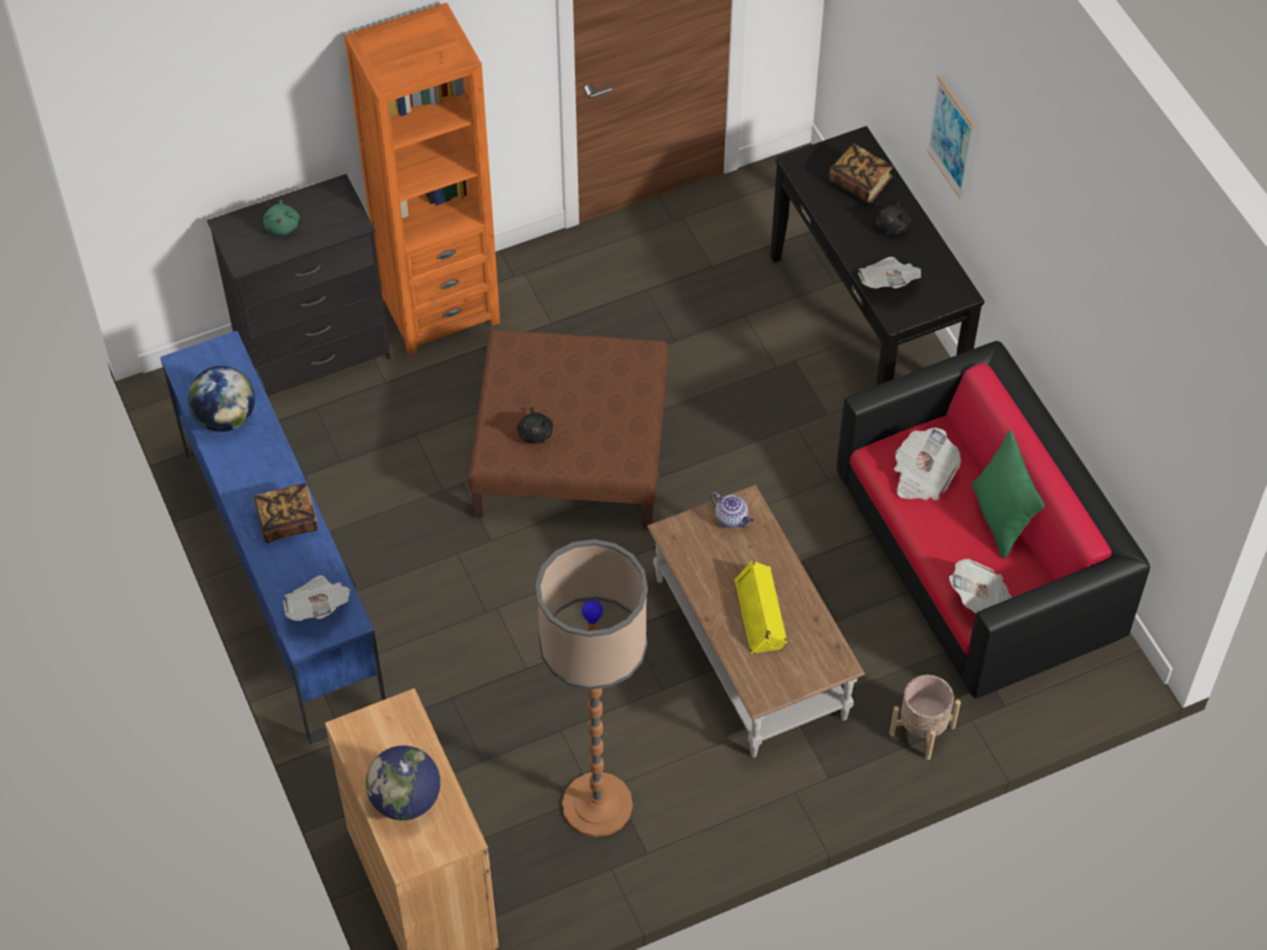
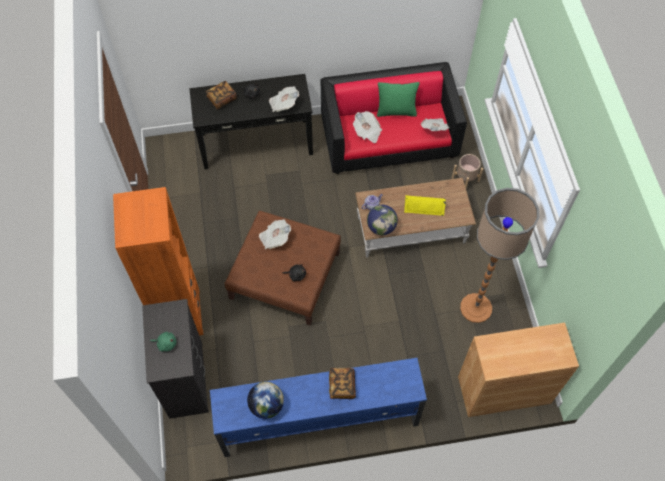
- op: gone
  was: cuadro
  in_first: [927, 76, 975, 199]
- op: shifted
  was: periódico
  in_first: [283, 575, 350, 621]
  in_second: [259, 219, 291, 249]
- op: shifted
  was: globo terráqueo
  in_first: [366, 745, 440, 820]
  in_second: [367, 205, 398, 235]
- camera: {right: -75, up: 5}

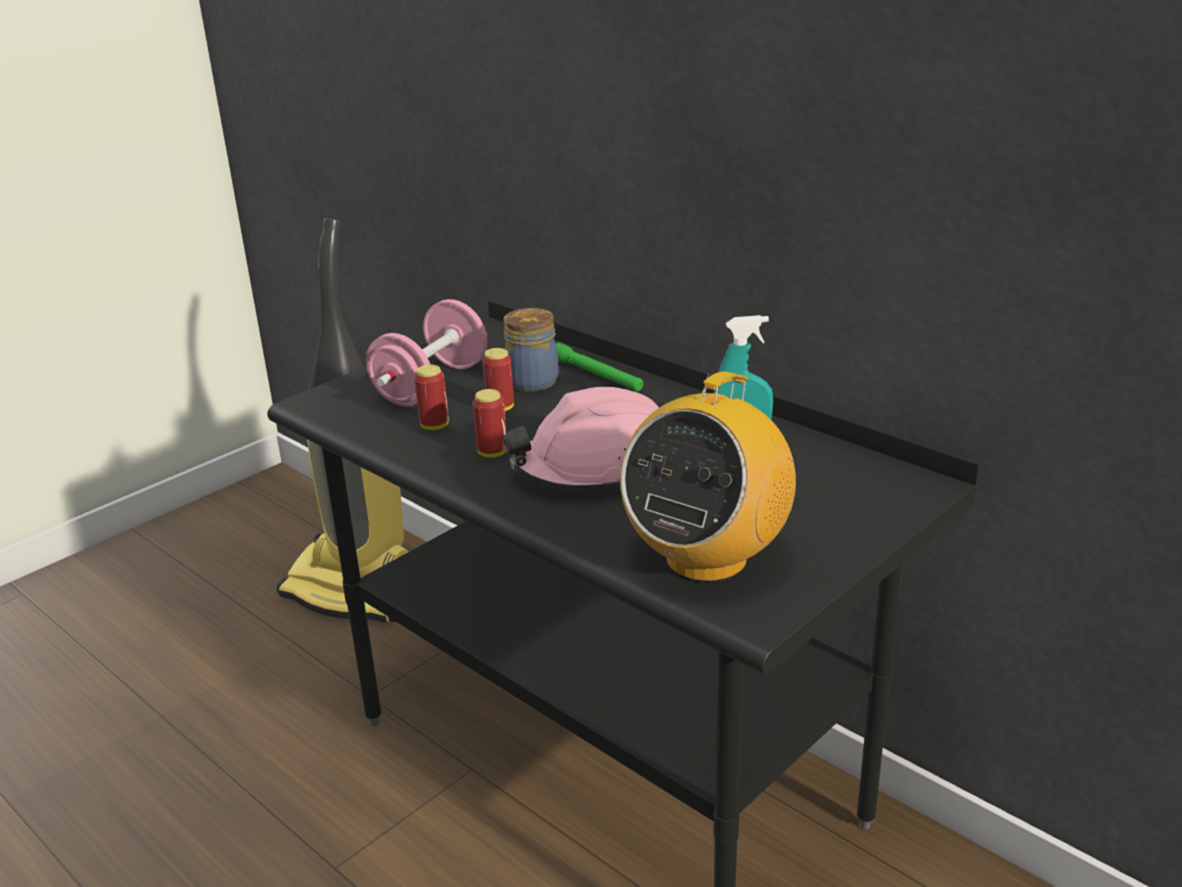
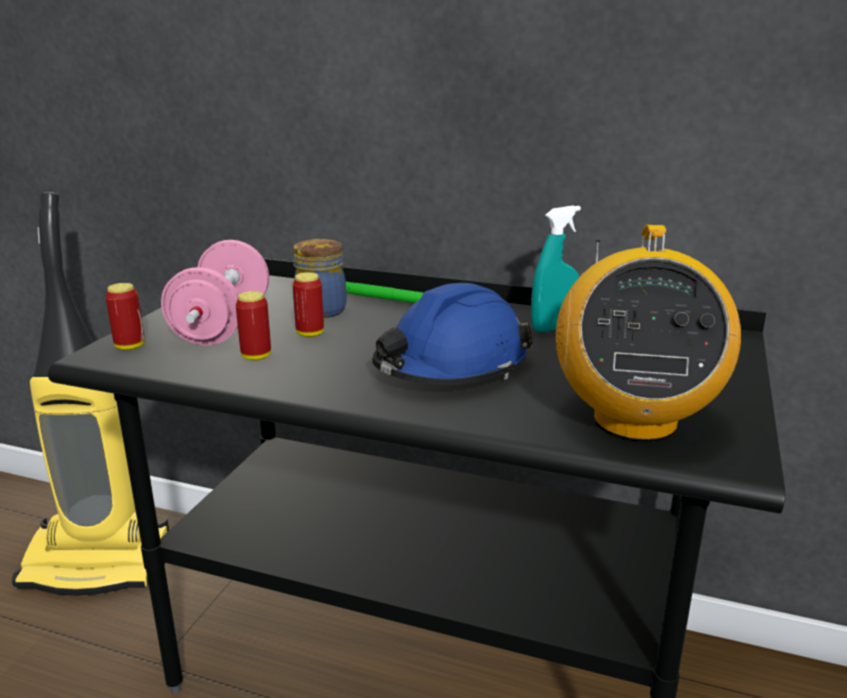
- op: shifted
  was: lata
  in_first: [473, 389, 507, 458]
  in_second: [105, 283, 145, 350]
- op: repainted
  was: casco/rosa
  now: casco/azul
  in_first: [503, 387, 660, 491]
  in_second: [372, 283, 533, 385]
- camera: {right: -25, up: -5}

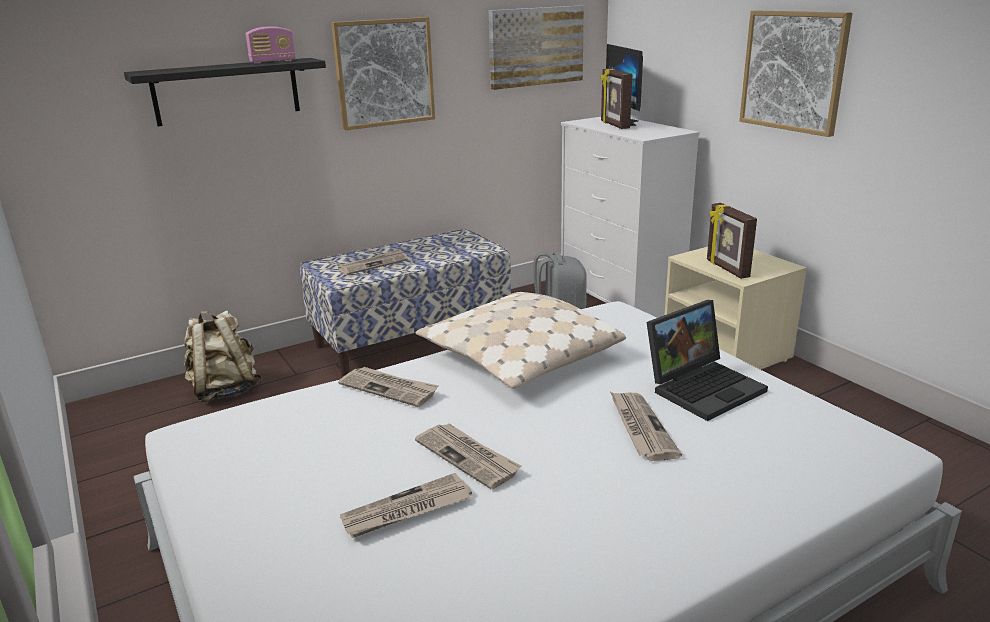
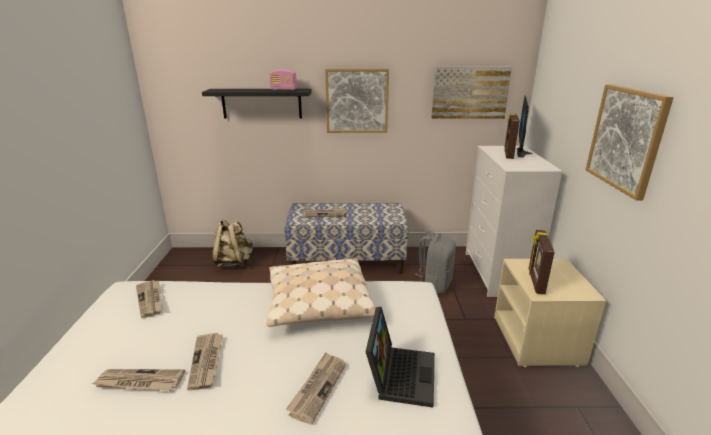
- op: shifted
  was: periódico
  in_first: [338, 367, 439, 407]
  in_second: [136, 280, 163, 318]
- op: rotated
  was: portátil
  in_first: [647, 300, 768, 421]
  in_second: [366, 307, 435, 407]
  clockwise: -75
- camera: {right: 30, up: 0}

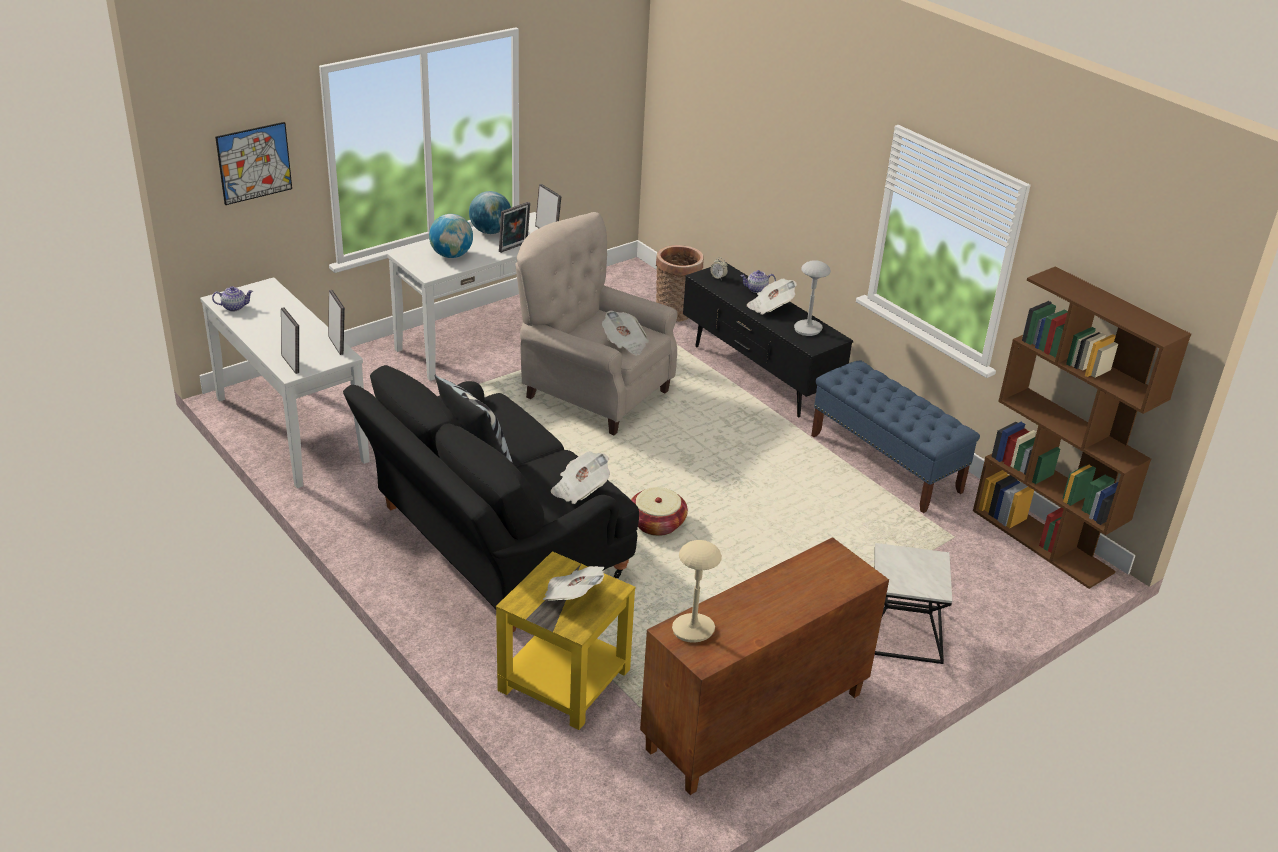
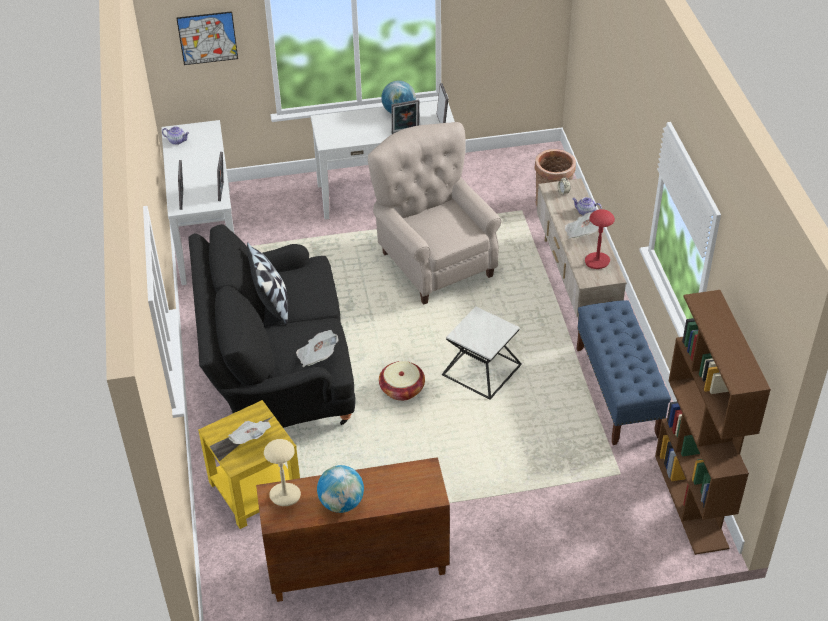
- op: gone
  was: periódico
  in_first: [602, 310, 649, 356]
- op: shifted
  was: globo terráqueo
  in_first: [429, 214, 473, 258]
  in_second: [317, 465, 364, 513]
- op: shifted
  was: mesa auxiliar
  in_first: [875, 543, 952, 664]
  in_second: [442, 307, 522, 400]
- op: repainted
  was: mueble de televisión/negro
  now: mueble de televisión/beis
  in_first: [683, 263, 853, 418]
  in_second: [537, 178, 627, 319]
- op: repainted
  was: lámpara de mesa/gris
  now: lámpara de mesa/rojo
  in_first: [794, 260, 831, 336]
  in_second: [585, 209, 615, 269]
- camera: {right: 30, up: 10}

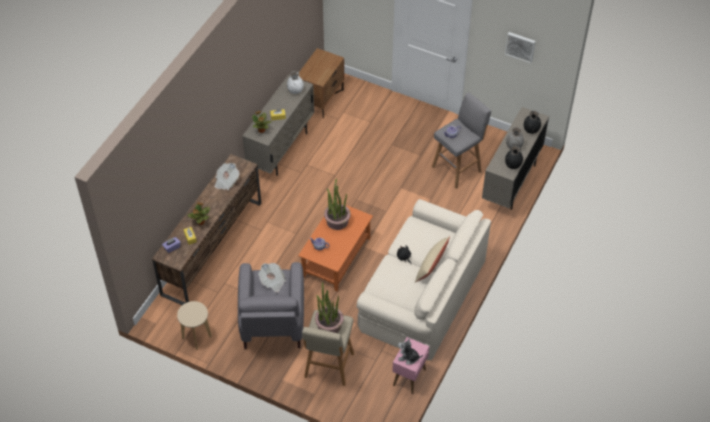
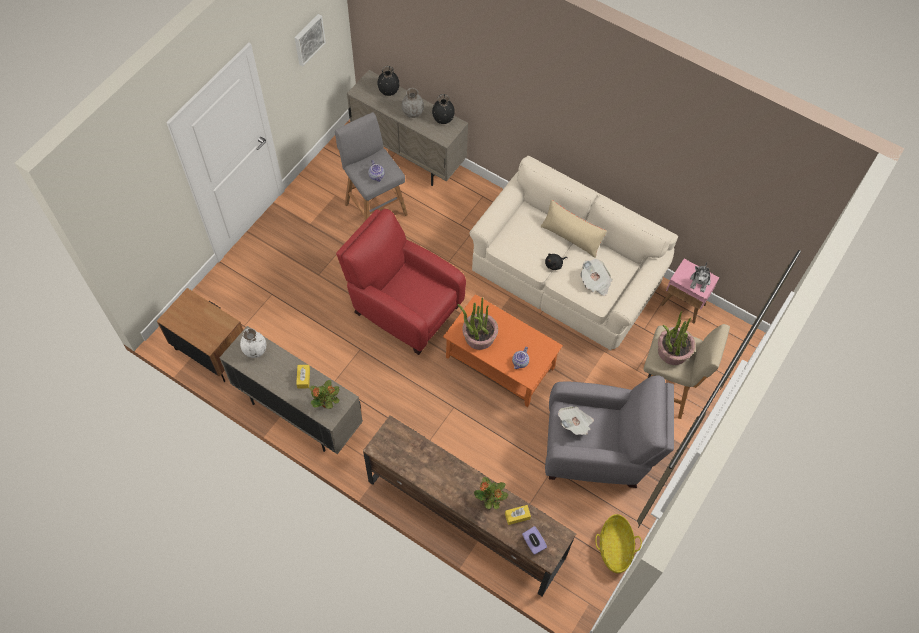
- op: new
  now: sillón/rojo
  in_second: [336, 209, 466, 355]
- op: shifted
  was: periódico
  in_first: [214, 163, 239, 190]
  in_second: [580, 259, 613, 296]
- op: swapped
  was: taburete/beis
  now: cesta
  in_first: [177, 301, 212, 350]
  in_second: [595, 514, 642, 573]
- camera: {right: -85, up: 10}

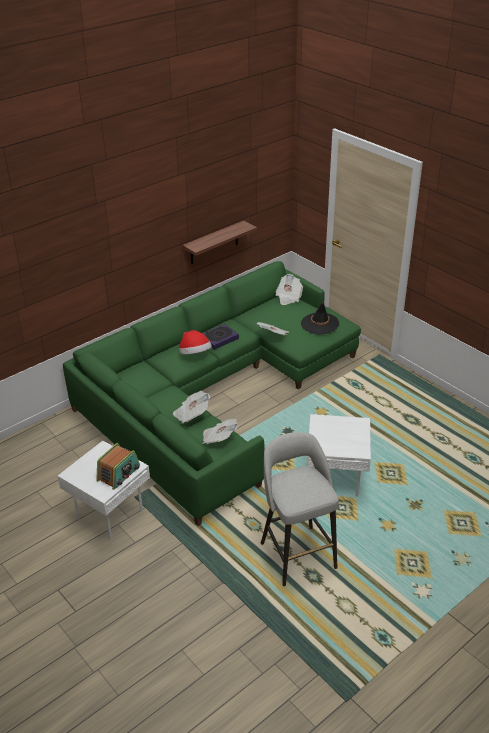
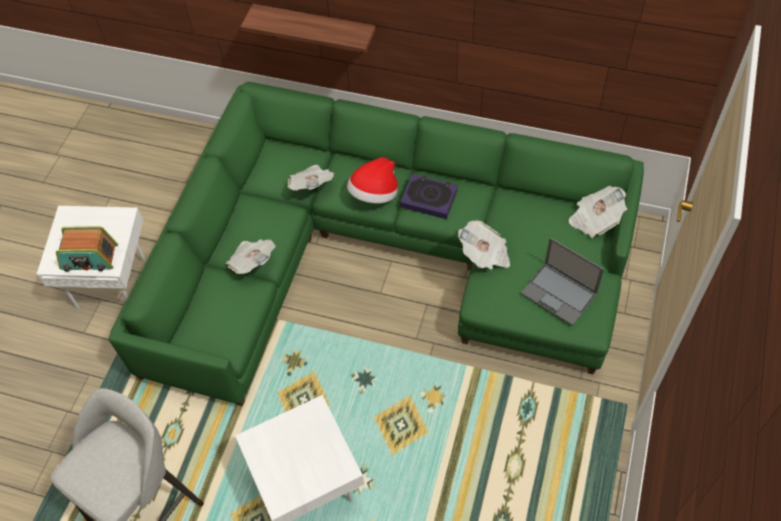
- op: shifted
  was: estante
  in_first: [183, 221, 257, 264]
  in_second: [241, 4, 376, 53]
- op: shifted
  was: periódico
  in_first: [203, 419, 238, 444]
  in_second: [287, 165, 335, 190]
- op: swapped
  was: sombrero/negro
  now: portátil
  in_first: [301, 303, 339, 334]
  in_second: [521, 237, 604, 326]
- camera: {right: 60, up: 20}

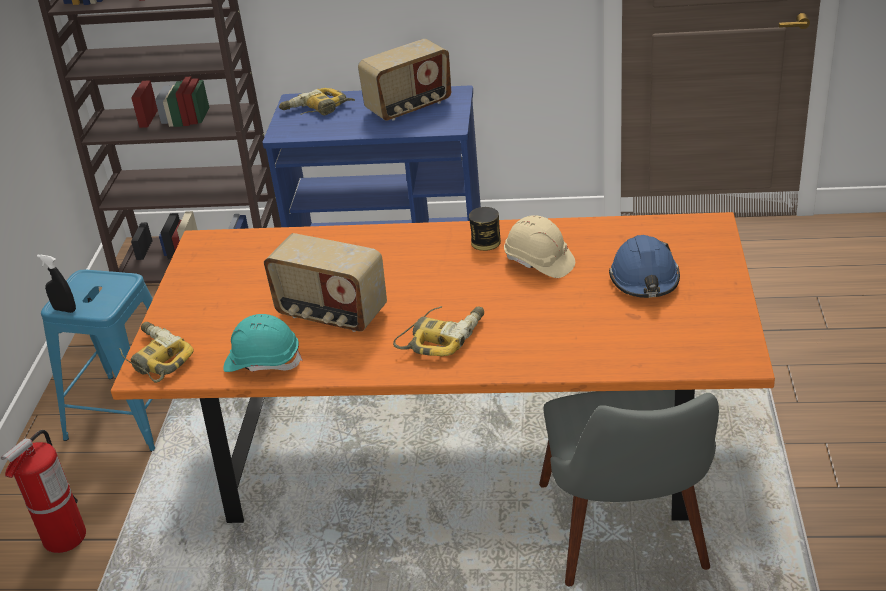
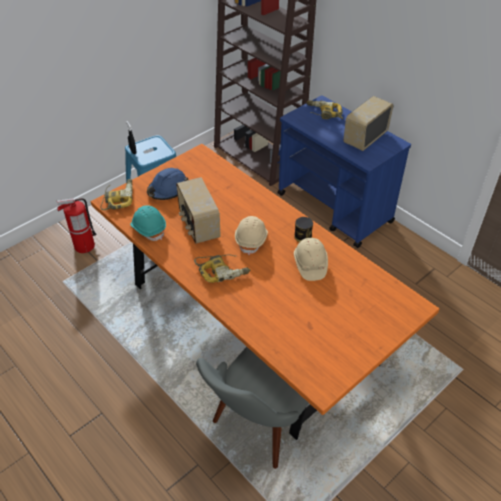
- op: new
  now: casco/beis
  in_second: [235, 216, 268, 255]
- op: shifted
  was: casco/azul
  in_first: [609, 235, 680, 298]
  in_second: [147, 168, 188, 200]
- op: rotated
  was: radio
  in_first: [358, 39, 451, 121]
  in_second: [343, 96, 394, 151]
  clockwise: 120
- camera: {right: 40, up: 10}

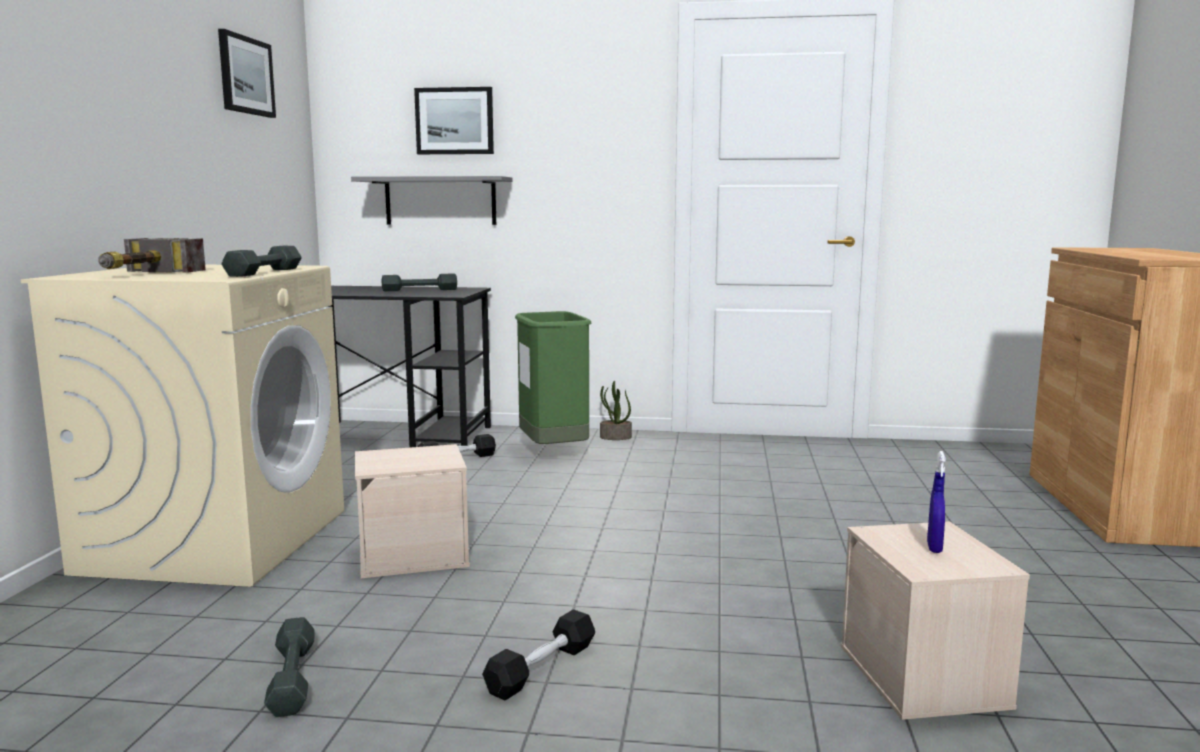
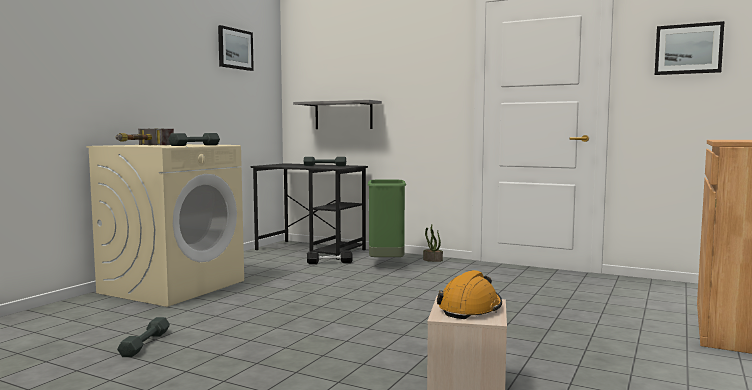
- op: gone
  was: caja de almacenaje/beis
  in_first: [355, 444, 470, 578]
- op: gone
  was: mancuerna/negro
  in_first: [482, 610, 595, 701]
- op: shifted
  was: cuadro
  in_first: [414, 87, 494, 154]
  in_second: [655, 21, 724, 75]
- op: swapped
  was: pulverizador/azul
  now: casco/naranja
  in_first: [927, 451, 946, 553]
  in_second: [437, 270, 502, 319]
- camera: {right: 20, up: -5}

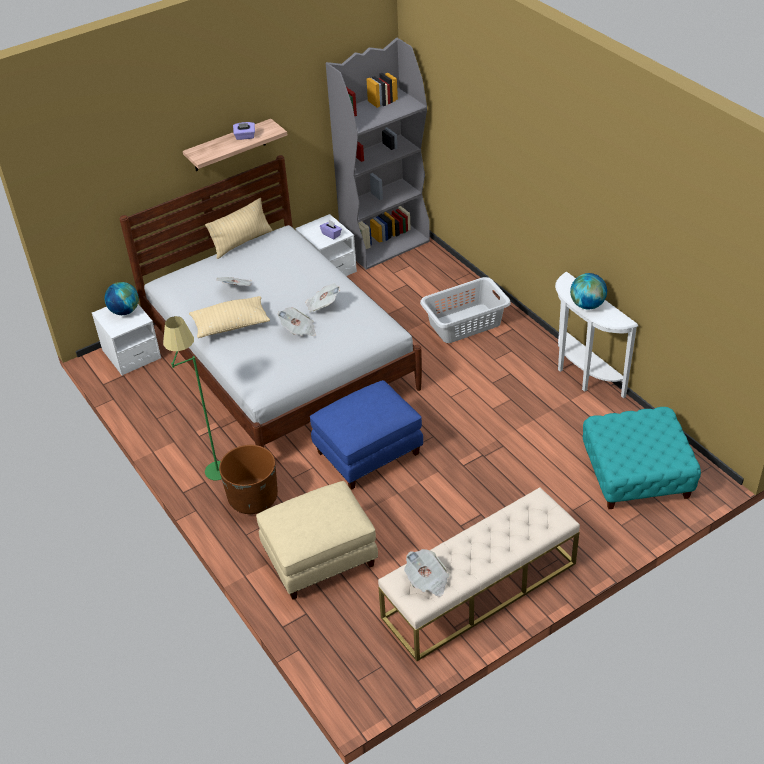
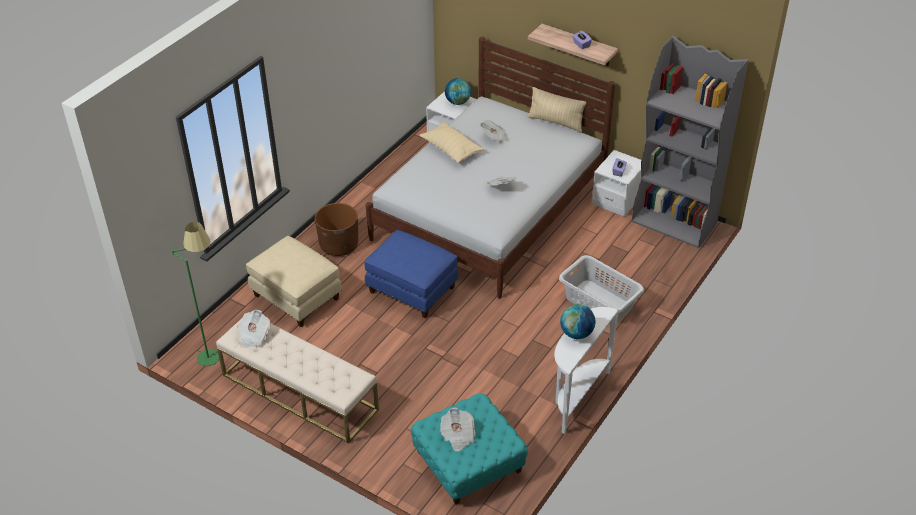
- op: shifted
  was: lámpara de pie/verde
  in_first: [163, 316, 222, 480]
  in_second: [172, 222, 219, 366]
- op: shifted
  was: periódico
  in_first: [278, 308, 316, 336]
  in_second: [440, 407, 475, 452]
- camera: {right: 65, up: 0}

